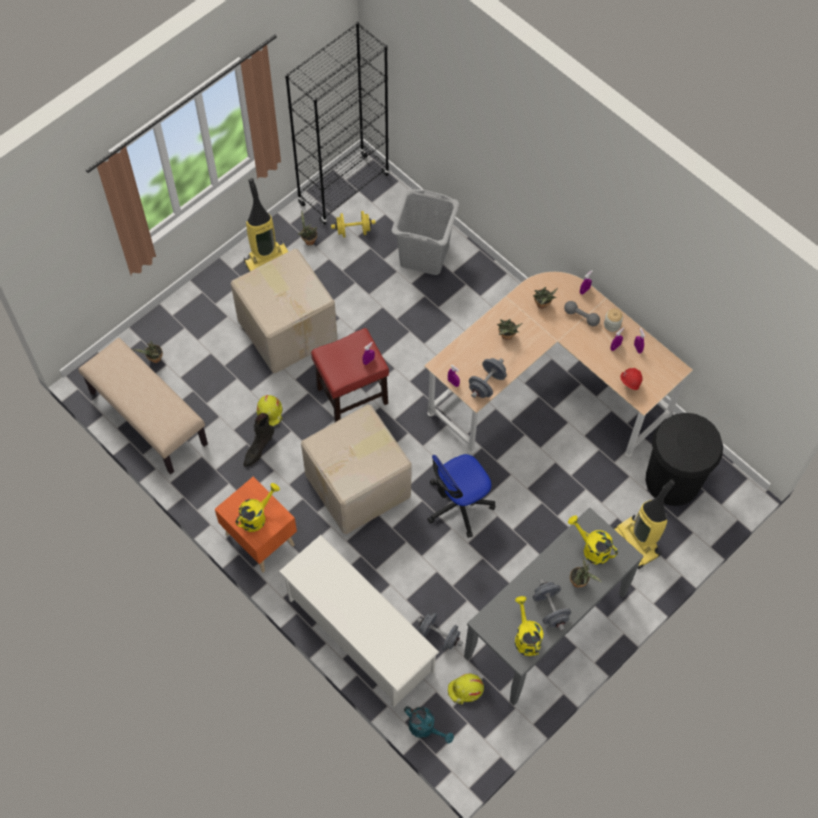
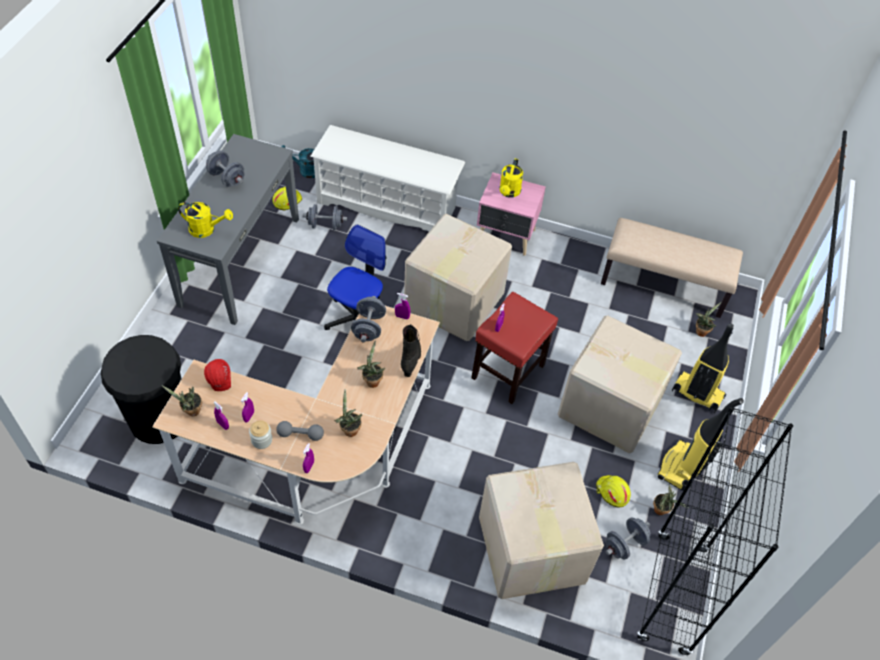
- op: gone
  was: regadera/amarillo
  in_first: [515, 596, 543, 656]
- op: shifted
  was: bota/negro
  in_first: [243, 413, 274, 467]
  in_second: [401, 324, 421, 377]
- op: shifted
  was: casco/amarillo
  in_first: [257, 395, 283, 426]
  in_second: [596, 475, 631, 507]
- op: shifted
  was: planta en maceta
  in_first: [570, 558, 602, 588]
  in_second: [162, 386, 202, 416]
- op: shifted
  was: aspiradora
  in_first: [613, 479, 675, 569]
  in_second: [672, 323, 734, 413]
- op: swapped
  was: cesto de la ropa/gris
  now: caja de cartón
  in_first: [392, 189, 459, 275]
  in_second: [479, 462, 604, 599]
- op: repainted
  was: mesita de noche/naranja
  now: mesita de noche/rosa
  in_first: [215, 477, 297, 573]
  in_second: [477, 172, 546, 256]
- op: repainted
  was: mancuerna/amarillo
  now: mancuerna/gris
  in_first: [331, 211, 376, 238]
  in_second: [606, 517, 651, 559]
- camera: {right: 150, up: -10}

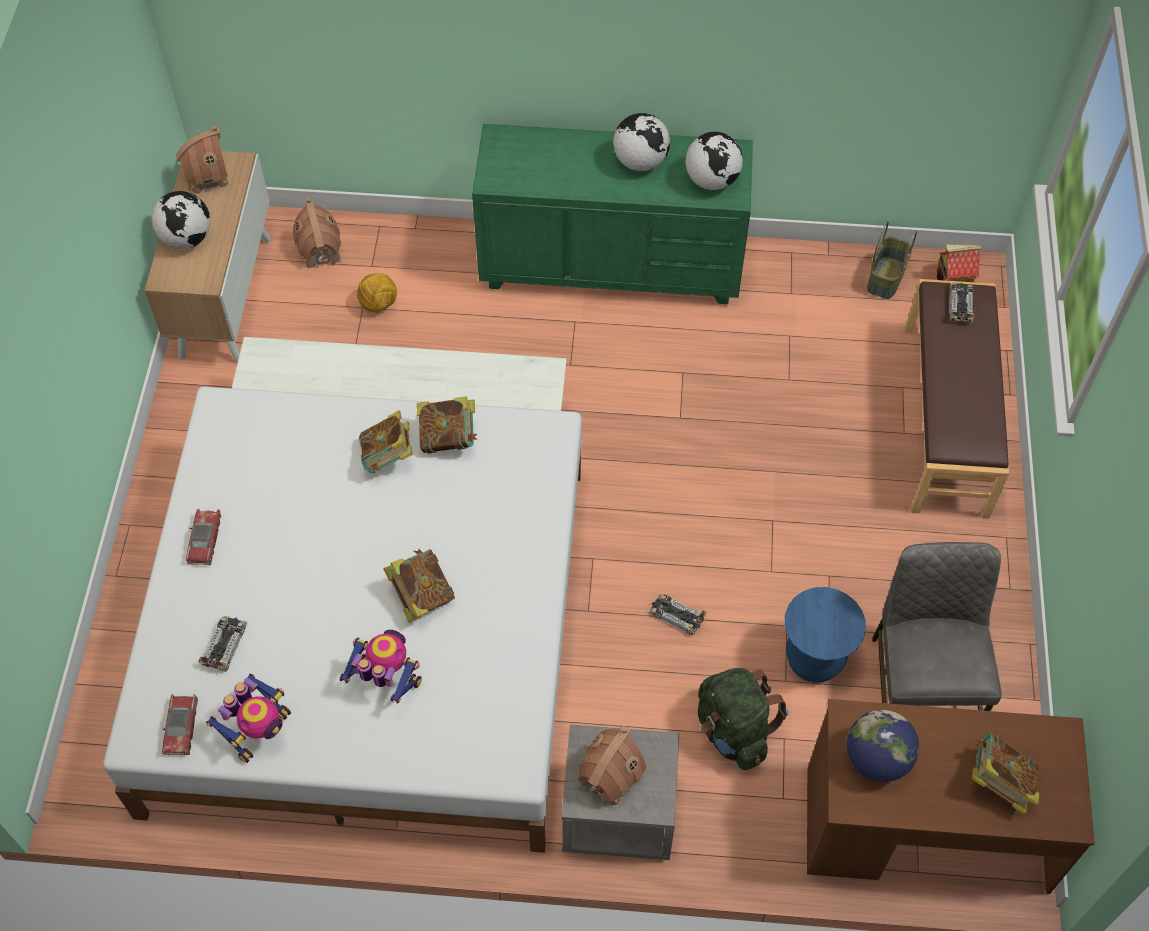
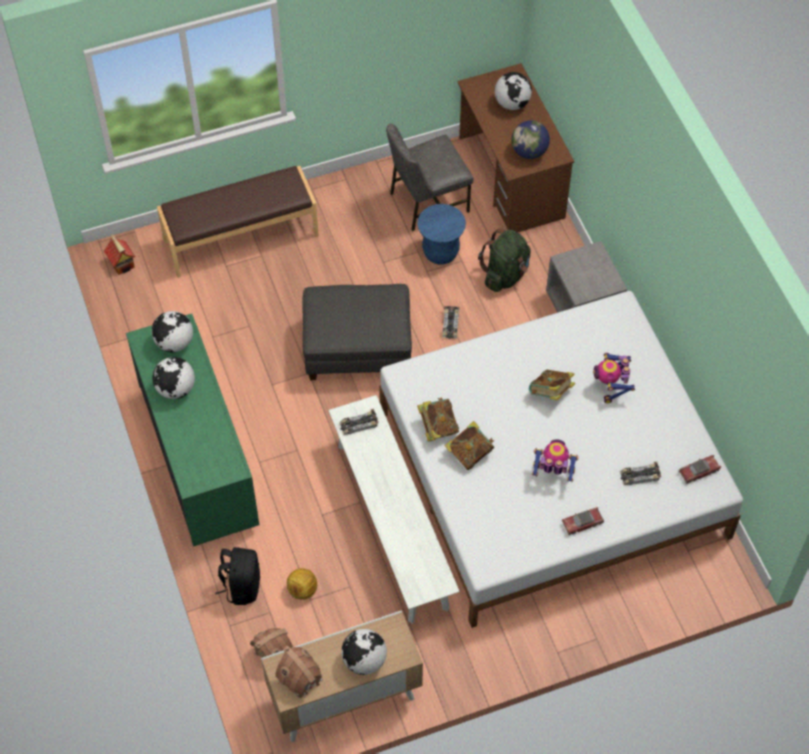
- op: gone
  was: casita
  in_first: [577, 726, 647, 809]
- op: gone
  was: cesta
  in_first: [867, 221, 917, 299]
- op: new
  now: mochila/negro
  in_second: [216, 547, 260, 605]
- op: new
  now: puf/gris
  in_second: [302, 284, 412, 380]
- op: shifted
  was: robot de juguete
  in_first: [206, 674, 291, 763]
  in_second: [532, 439, 579, 482]
- op: shifted
  was: coche de juguete
  in_first: [949, 283, 975, 324]
  in_second: [339, 409, 378, 435]
- op: swapped
  was: libro
  now: globo terráqueo
  in_first: [972, 733, 1039, 814]
  in_second: [495, 72, 532, 110]
- camera: {right: -115, up: 0}

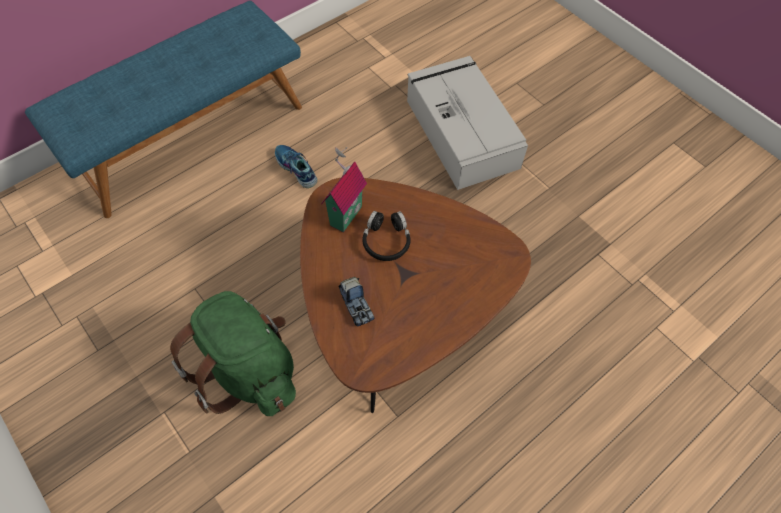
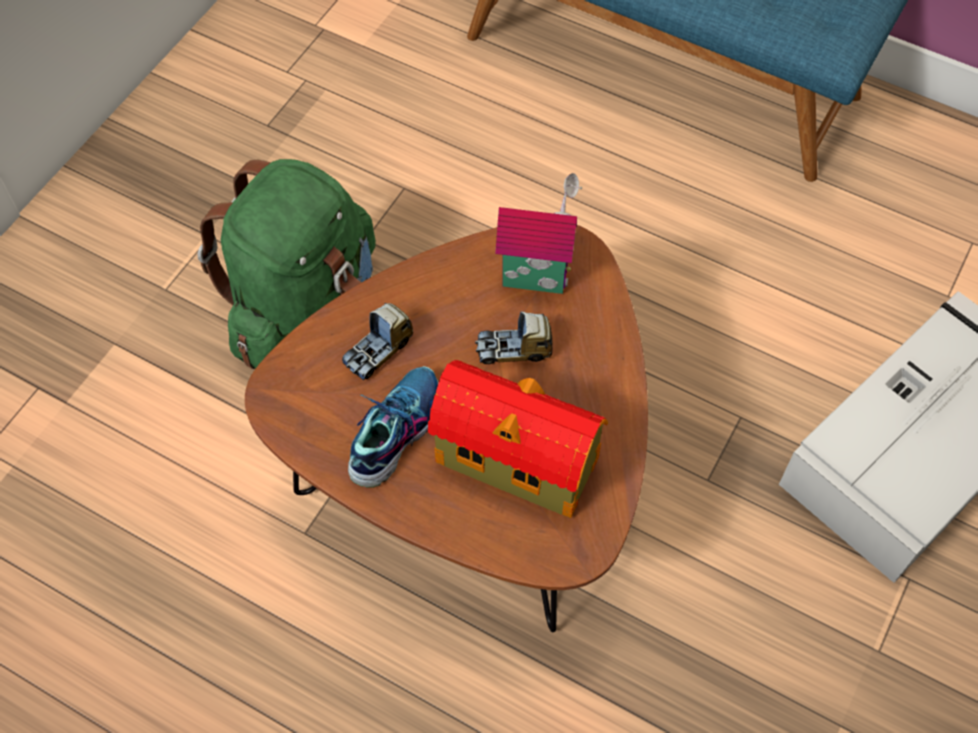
- op: new
  now: casita
  in_second: [428, 360, 608, 518]
- op: shifted
  was: zapato
  in_first: [275, 145, 318, 188]
  in_second: [348, 366, 438, 487]
- op: swapped
  was: auriculares/negro
  now: camión de juguete
  in_first: [362, 211, 411, 261]
  in_second: [475, 312, 552, 364]
- camera: {right: 70, up: 0}

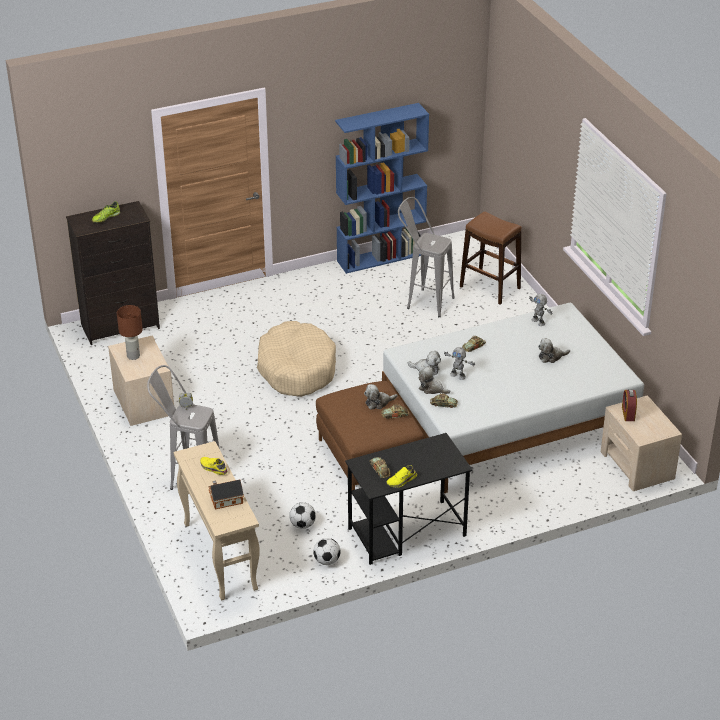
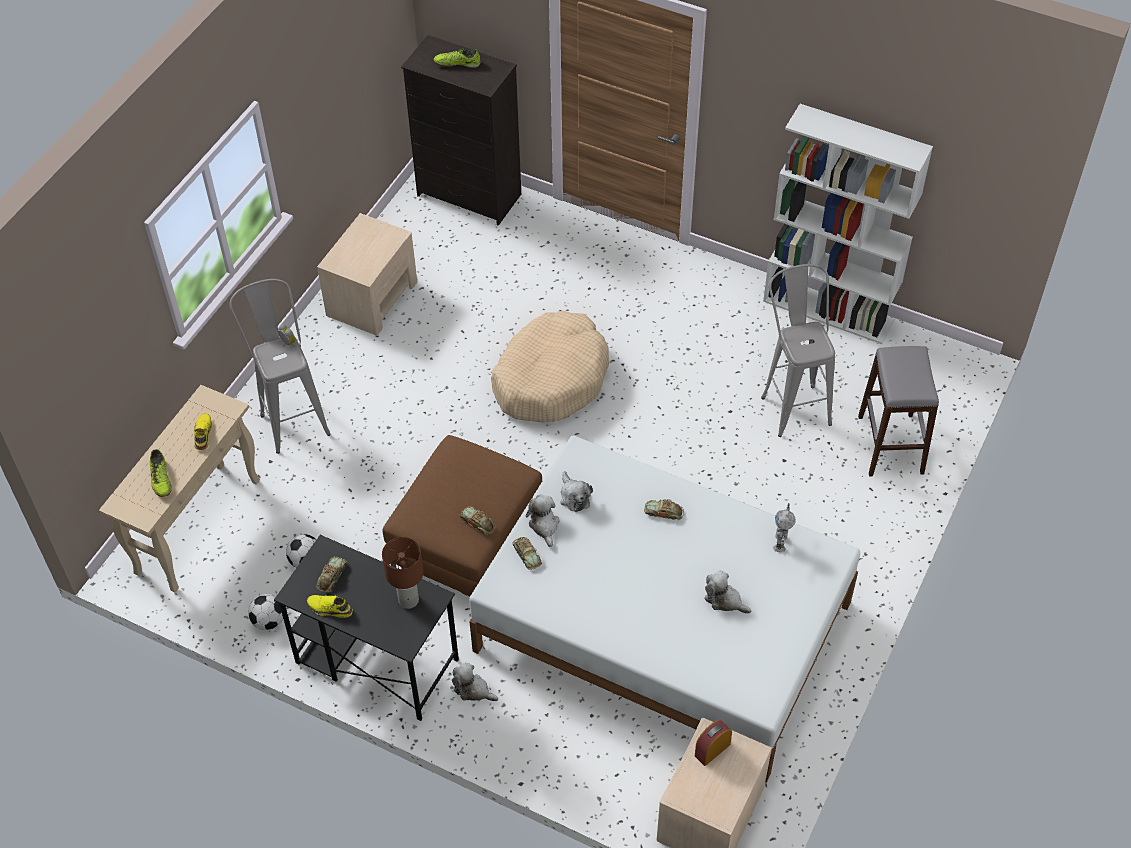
- op: gone
  was: robot de juguete
  in_first: [444, 347, 475, 380]
- op: shifted
  was: lámpara de mesa/marrón
  in_first: [117, 305, 143, 360]
  in_second: [382, 537, 423, 609]
- op: shifted
  was: peluche
  in_first: [364, 384, 397, 409]
  in_second: [452, 662, 498, 701]
- op: swapped
  was: casita
  now: zapato
  in_first: [209, 479, 244, 509]
  in_second: [150, 449, 172, 497]
- op: repainted
  was: estantería/azul
  now: estantería/blanco
  in_first: [335, 103, 429, 274]
  in_second: [763, 104, 933, 344]
- op: repainted
  was: taburete/marrón
  now: taburete/gris
  in_first: [460, 212, 521, 305]
  in_second: [858, 346, 939, 476]
- camera: {right: 50, up: 15}

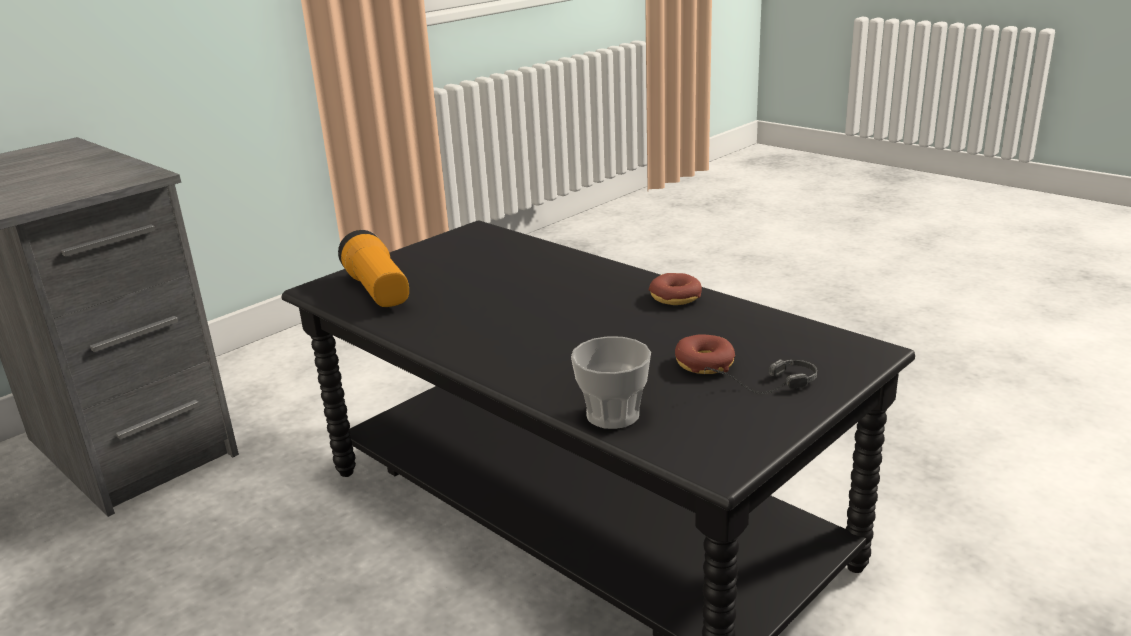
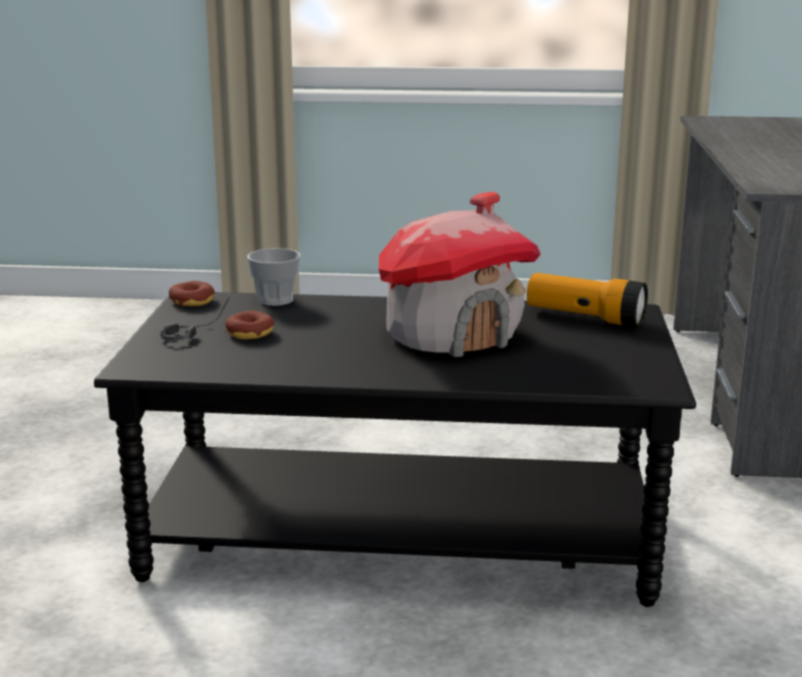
- op: new
  now: casita
  in_second: [379, 192, 541, 357]
- op: shifted
  was: rosquilla
  in_first: [649, 273, 702, 305]
  in_second: [169, 281, 215, 306]
- camera: {right: 140, up: -5}

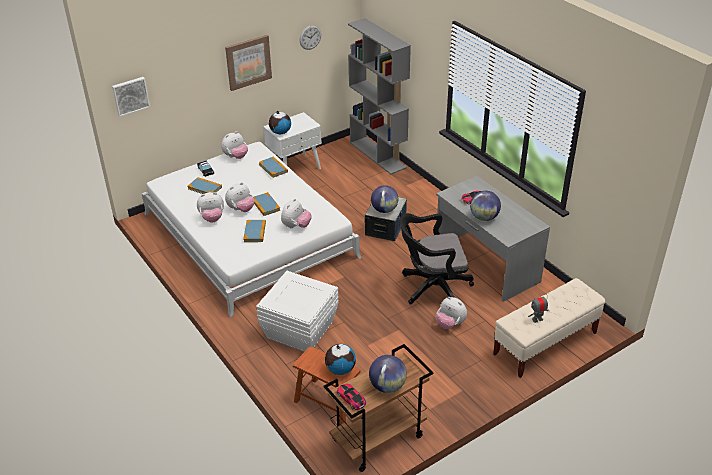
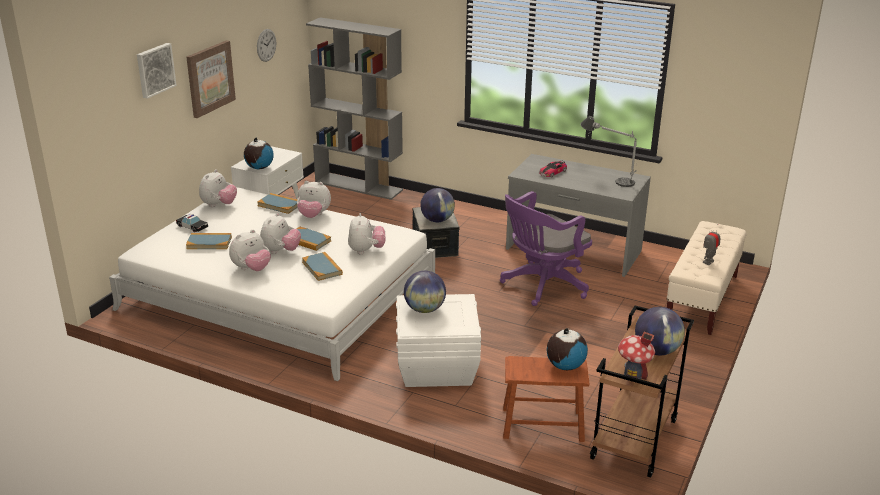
- op: new
  now: lámpara de mesa
  in_second: [580, 116, 637, 187]
- op: shifted
  was: cuadro
  in_first: [112, 77, 150, 117]
  in_second: [137, 43, 177, 99]
- op: shifted
  was: peluche
  in_first: [436, 297, 467, 329]
  in_second: [297, 181, 331, 218]
- op: shifted
  was: globo terráqueo
  in_first: [470, 191, 501, 221]
  in_second: [404, 271, 446, 313]
- op: swapped
  was: coche de juguete
  now: casita
  in_first: [337, 384, 366, 410]
  in_second: [618, 331, 655, 380]
- op: repainted
  was: silla de oficina/negro
  now: silla de oficina/morado
  in_first: [400, 213, 474, 304]
  in_second: [500, 191, 592, 306]
- camera: {right: -30, up: -10}

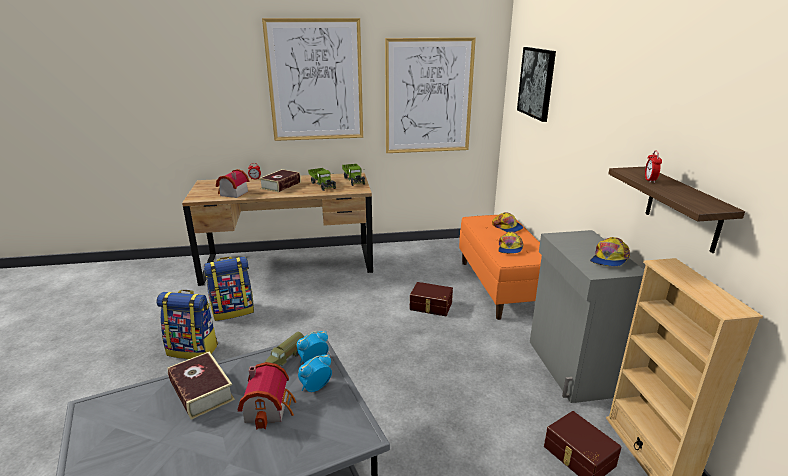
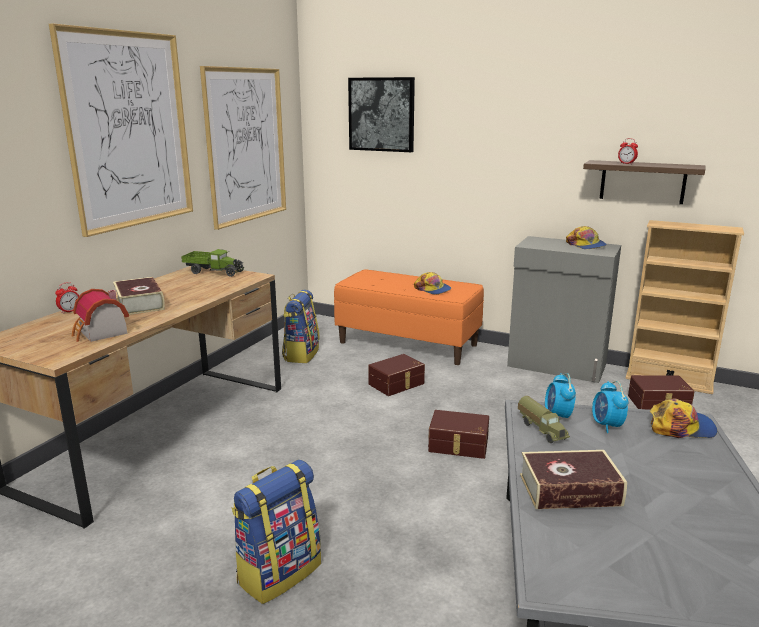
- op: gone
  was: casita
  in_first: [238, 362, 296, 430]
- op: gone
  was: camión de juguete
  in_first: [308, 168, 336, 191]
- op: new
  now: caja de almacenaje/marrón
  in_second: [428, 410, 489, 459]
- op: shifted
  was: mochila
  in_first: [204, 256, 254, 321]
  in_second: [282, 289, 320, 363]
- op: shifted
  was: gorra
  in_first: [492, 212, 523, 232]
  in_second: [650, 398, 717, 438]
- camera: {right: -55, up: -5}

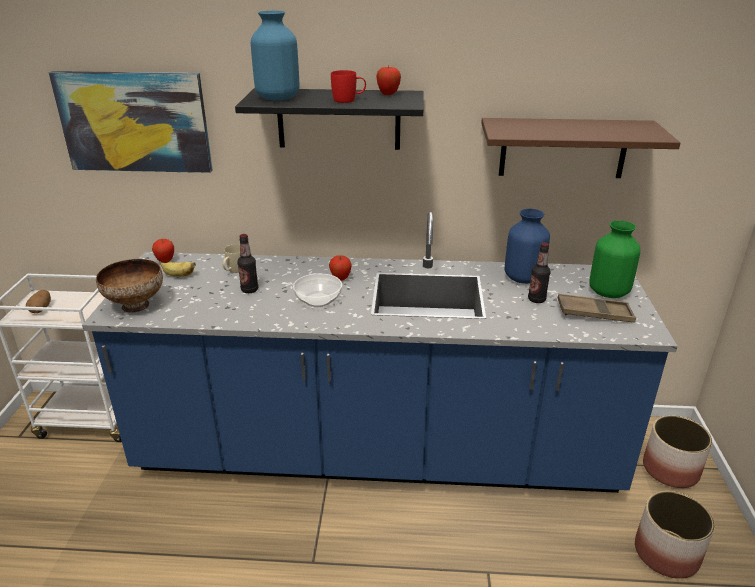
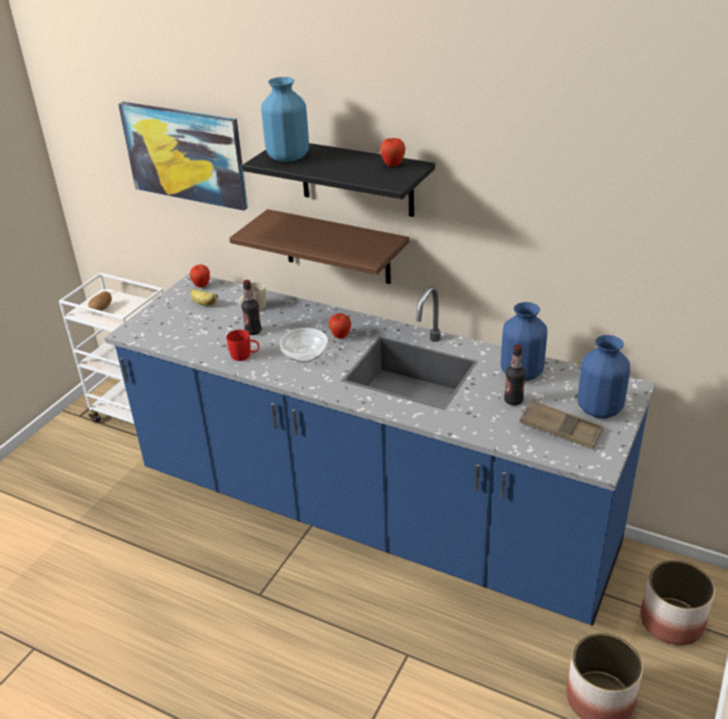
- op: gone
  was: cuenco
  in_first: [96, 259, 163, 313]
- op: shifted
  was: taza grande/rojo
  in_first: [331, 70, 366, 103]
  in_second: [226, 330, 259, 361]
- op: shifted
  was: estante/marrón
  in_first: [481, 118, 680, 178]
  in_second: [229, 209, 409, 284]
- op: repainted
  was: florero/verde
  now: florero/azul
  in_first: [589, 220, 640, 298]
  in_second: [578, 335, 630, 418]
- camera: {right: 25, up: 5}

